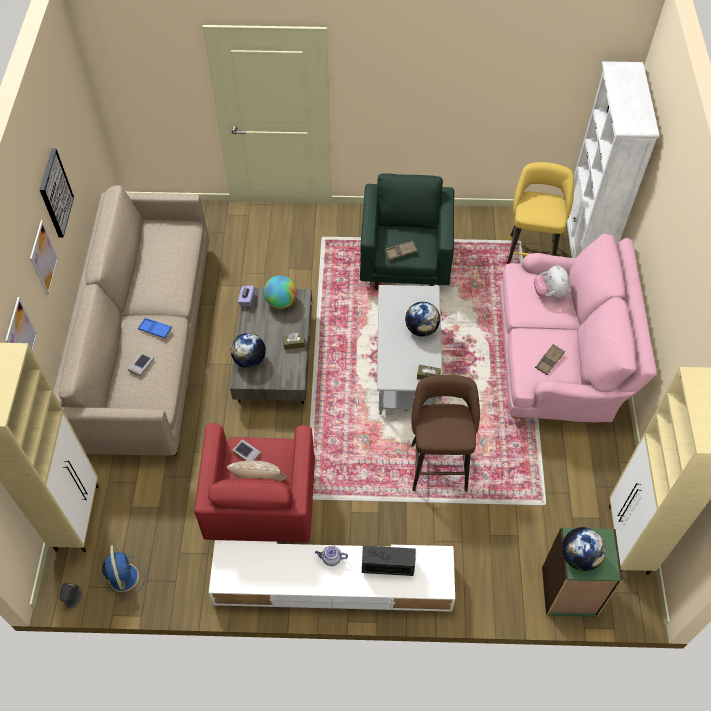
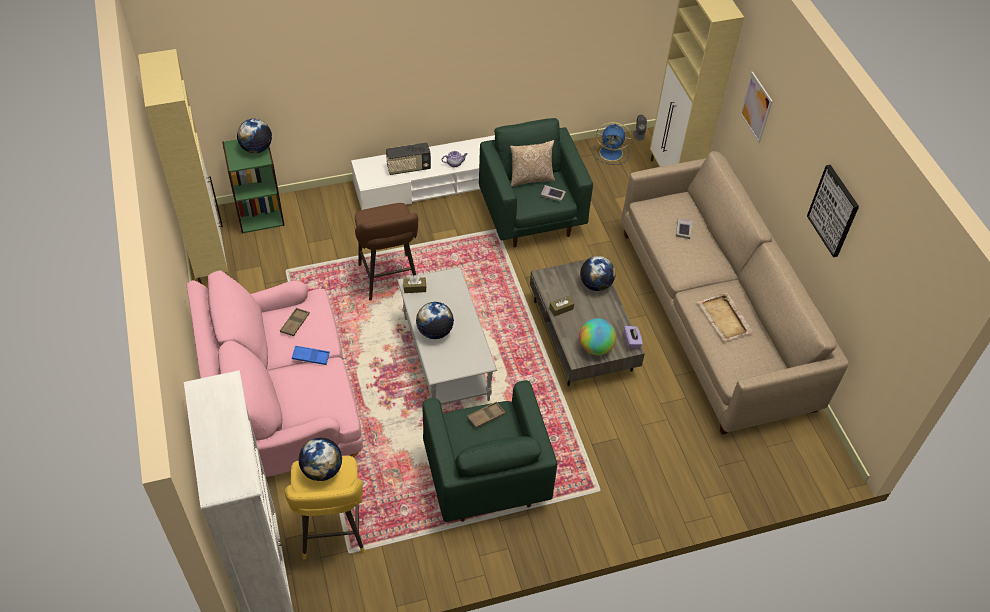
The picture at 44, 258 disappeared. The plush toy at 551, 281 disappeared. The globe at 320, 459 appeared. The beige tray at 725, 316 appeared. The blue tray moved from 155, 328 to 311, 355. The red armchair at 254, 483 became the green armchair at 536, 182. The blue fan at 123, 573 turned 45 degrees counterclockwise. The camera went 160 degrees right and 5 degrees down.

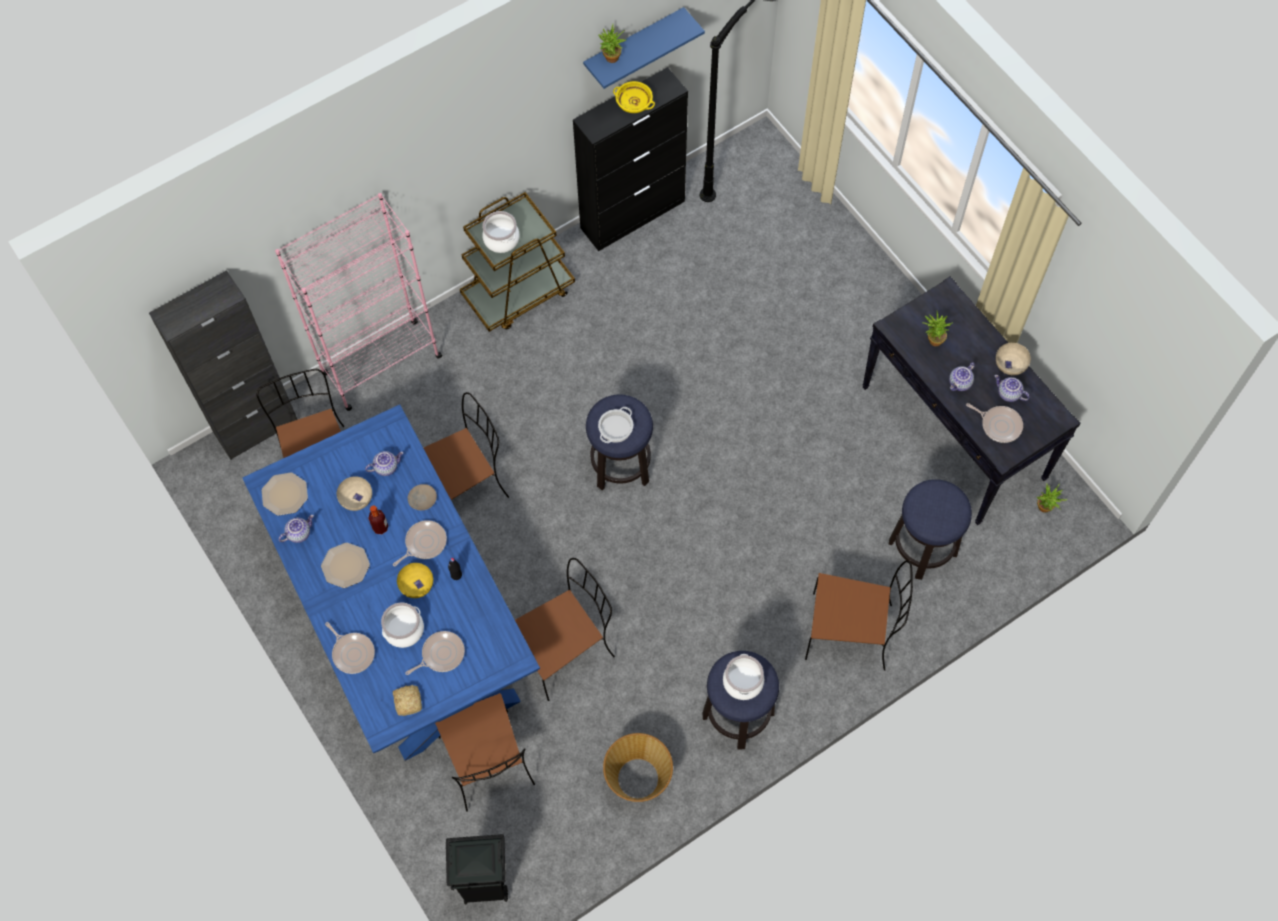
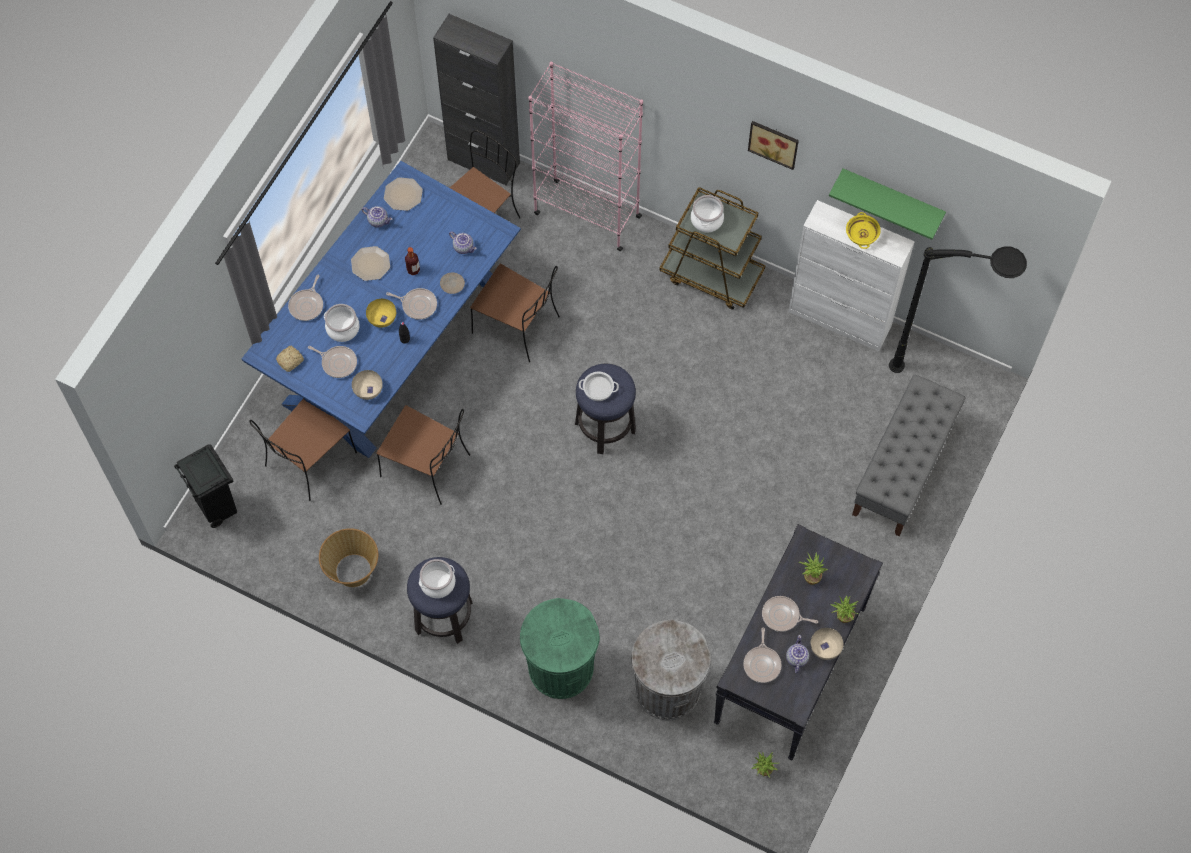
The picture at 773, 145 appeared. The grey bench at 909, 455 appeared. The beige bowl moved from 354, 493 to 367, 385. The potted plant moved from 612, 43 to 844, 609. The brown chair at 859, 615 was replaced by the green trash can at 560, 648. The stool at 930, 529 was replaced by the grey trash can at 671, 670. The teapot at 962, 376 was replaced by the frying pan at 790, 614. The black cabinet at 630, 159 became the white cabinet at 851, 275. The blue shelf at 644, 48 became the green shelf at 887, 204. The camera went 60 degrees right and 0 degrees up.

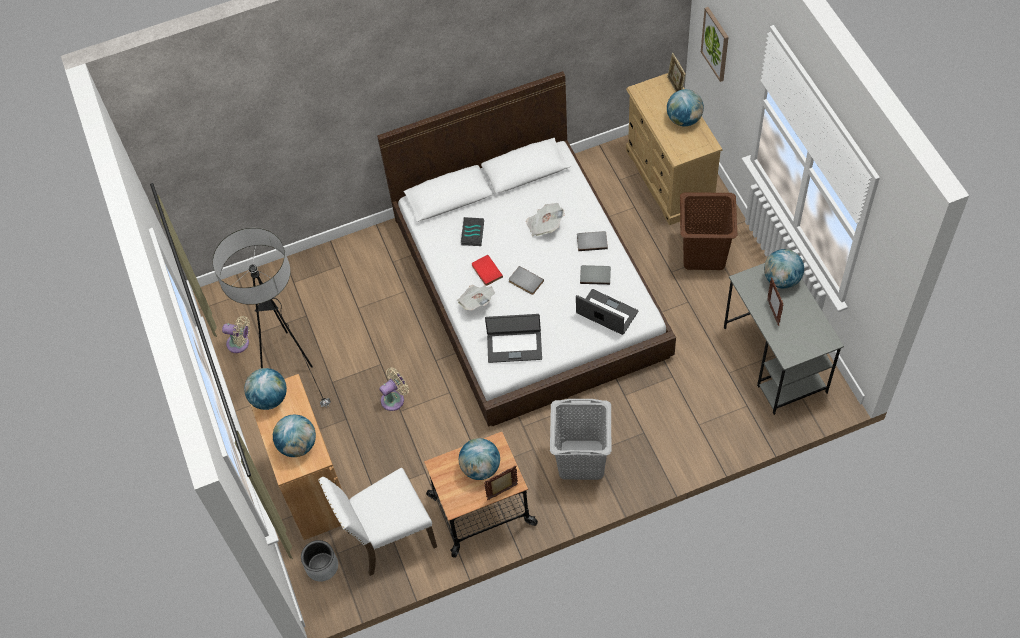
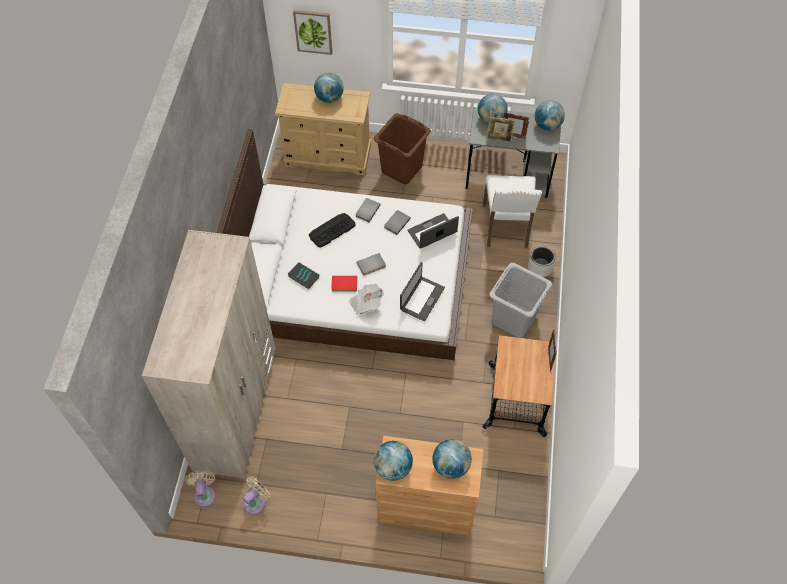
The floor lamp at 272, 318 disappeared. The beige wardrobe at 209, 354 appeared. The grey planter moved from 319, 561 to 541, 261. The white chair moved from 377, 522 to 512, 211. The beige fan moved from 394, 389 to 200, 488. The globe moved from 479, 459 to 550, 115. The picture frame moved from 676, 72 to 500, 129. The newspaper at 545, 219 was replaced by the keyboard at 332, 230. The camera went 65 degrees left and 0 degrees up.

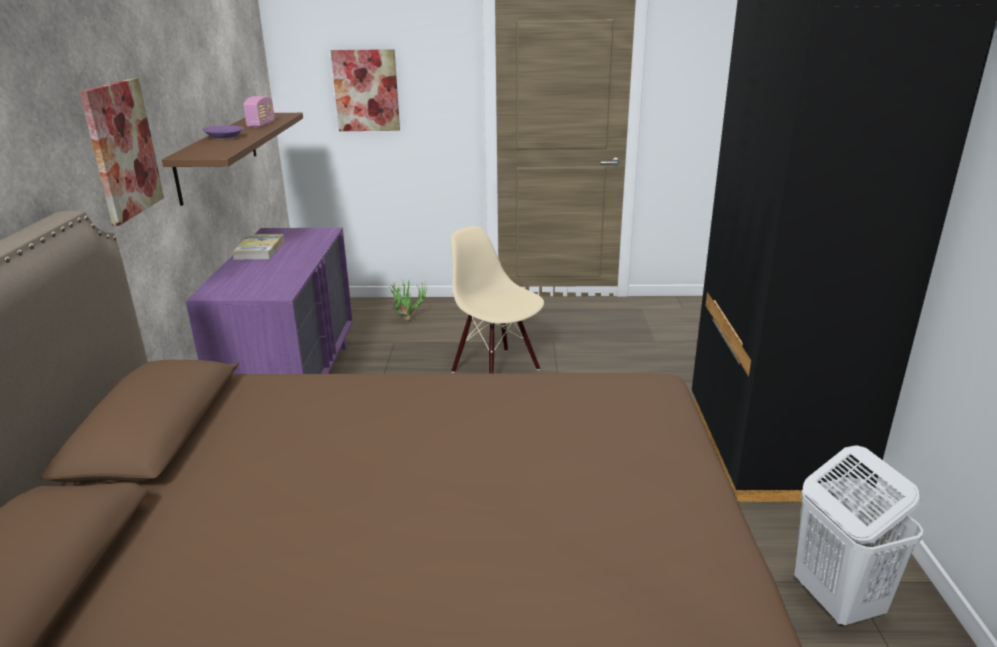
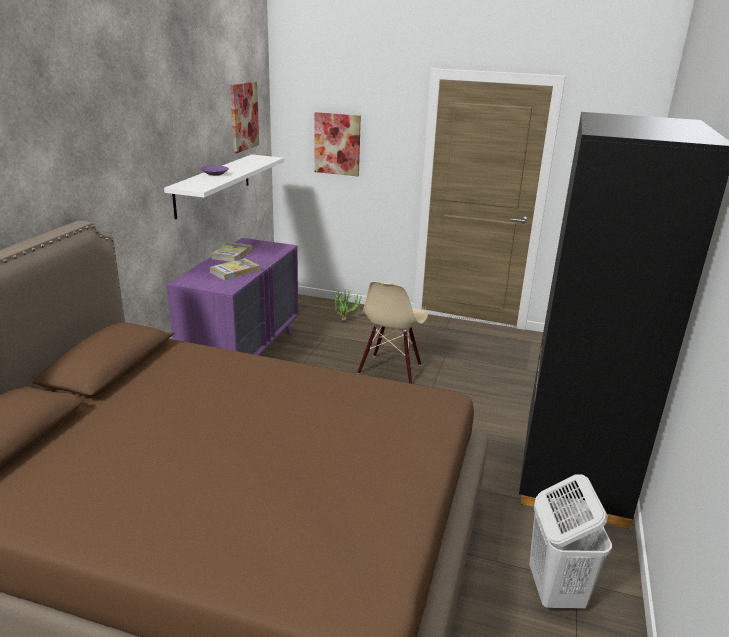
The radio at 259, 112 disappeared. The book at 235, 269 appeared. The picture moved from 121, 152 to 244, 117. The brown shelf at 232, 159 became the white shelf at 224, 186. The beige chair at 497, 299 turned 135 degrees counterclockwise. The camera went 15 degrees right and 0 degrees up.

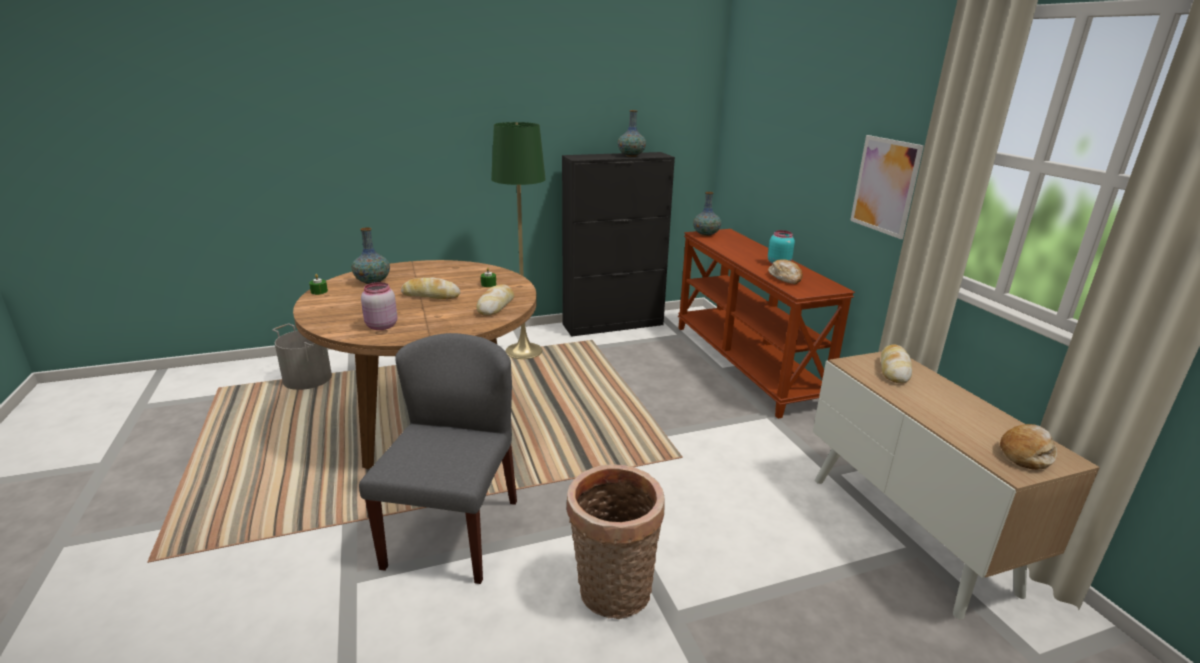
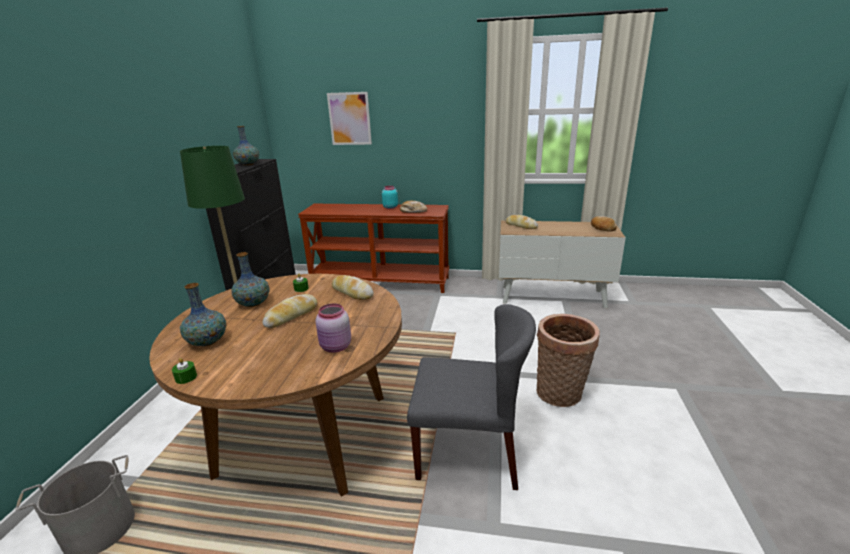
The vase moved from 707, 214 to 250, 279. The picture moved from 887, 187 to 349, 118. The grey chair at 438, 458 turned 150 degrees clockwise. The camera went 60 degrees left and 0 degrees up.

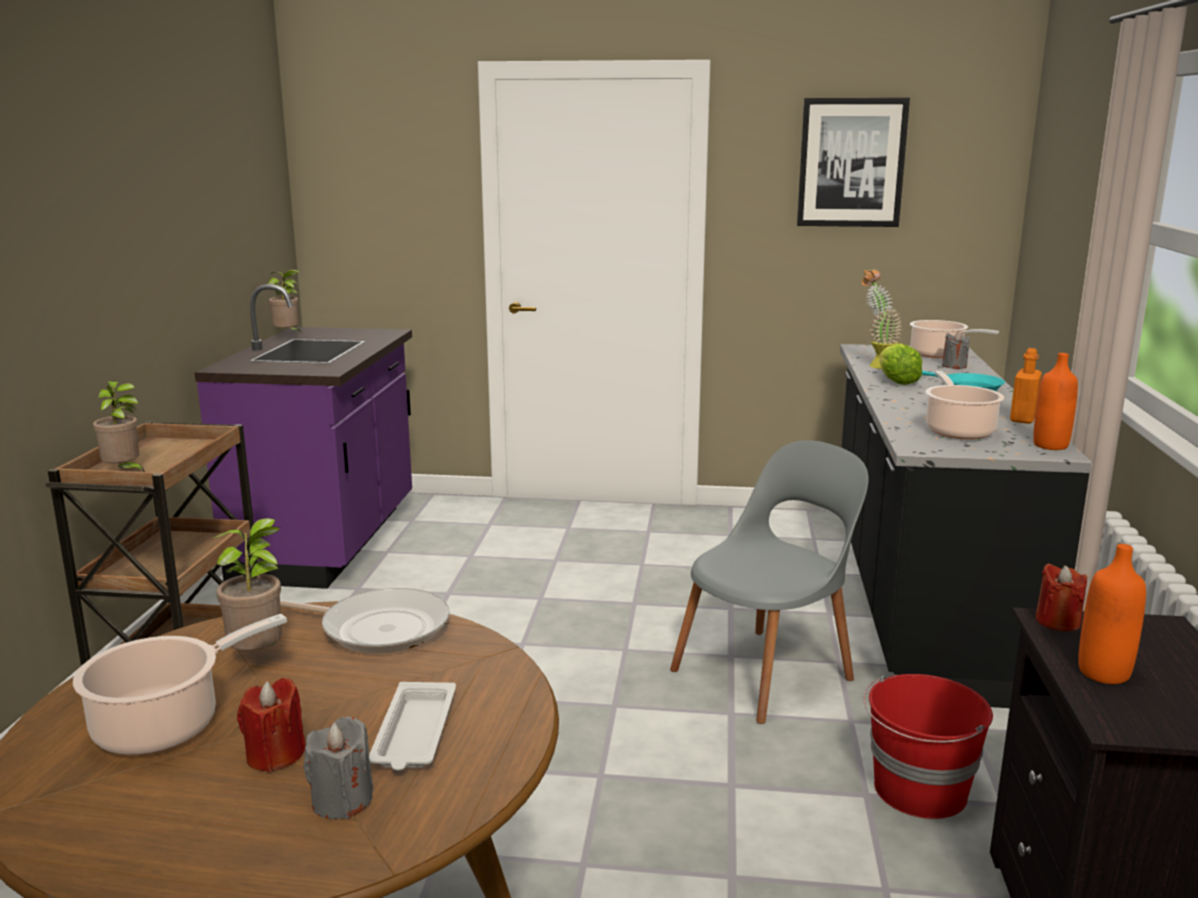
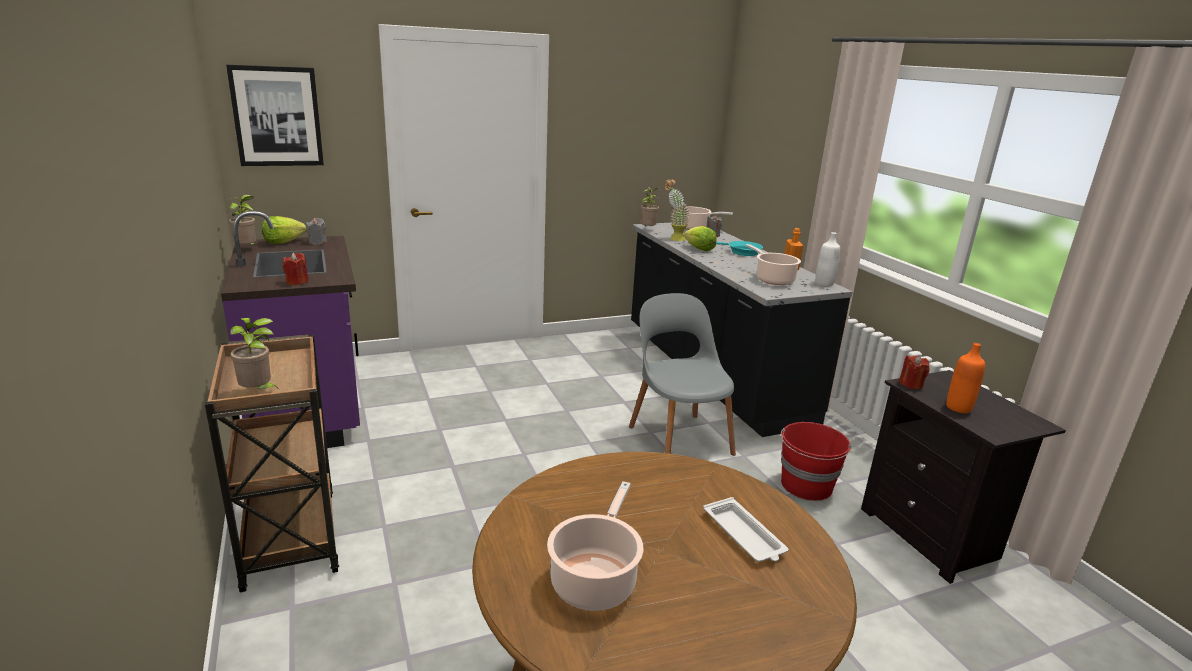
The frying pan at 365, 620 disappeared. The lettuce at 284, 230 appeared. The potted plant moved from 247, 584 to 650, 207. The red candle moved from 271, 725 to 295, 269. The grey candle moved from 338, 767 to 316, 231. The picture moved from 853, 162 to 275, 115. The orange bottle at 1055, 401 became the white bottle at 827, 259. The grey chair at 769, 582 turned 45 degrees counterclockwise. The camera went 30 degrees left and 5 degrees up.

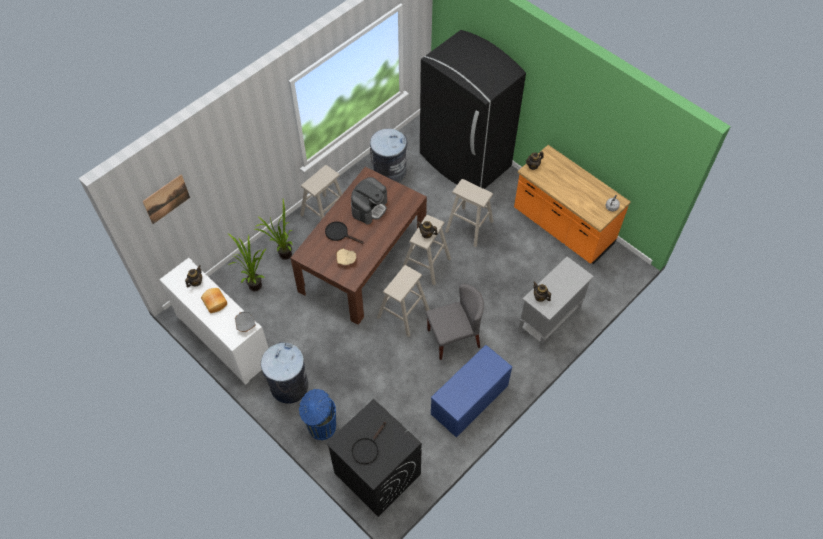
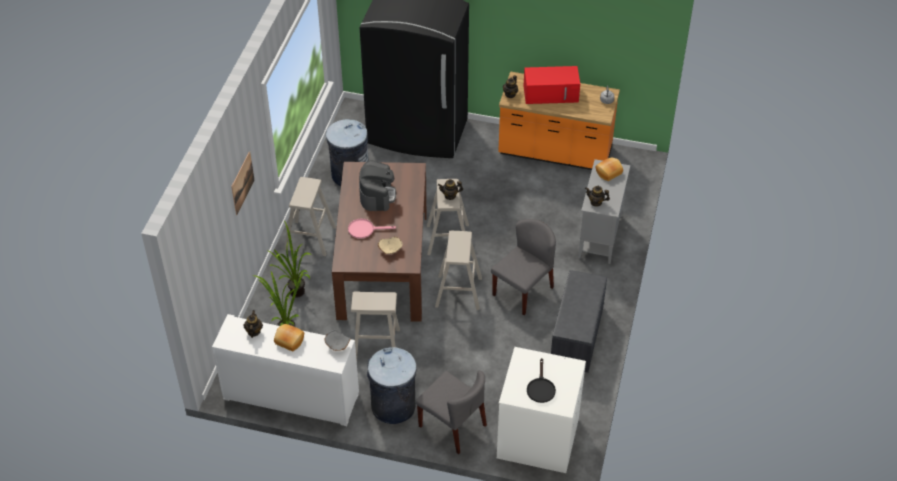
The red microwave at 552, 85 appeared. The bread at 609, 169 appeared. The picture moved from 166, 199 to 242, 183. The beige stool moved from 469, 213 to 375, 326. The blue trash can at 317, 414 was replaced by the grey chair at 451, 412. The black frying pan at 344, 232 became the pink frying pan at 372, 229. The black washing machine at 374, 458 became the white washing machine at 541, 410. The blue bench at 471, 391 became the grey bench at 579, 321. The camera went 30 degrees left and 10 degrees down.

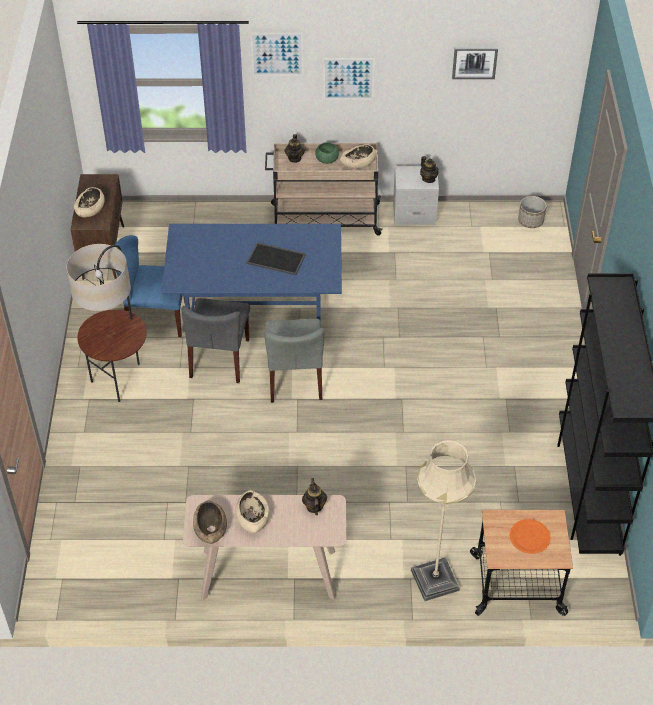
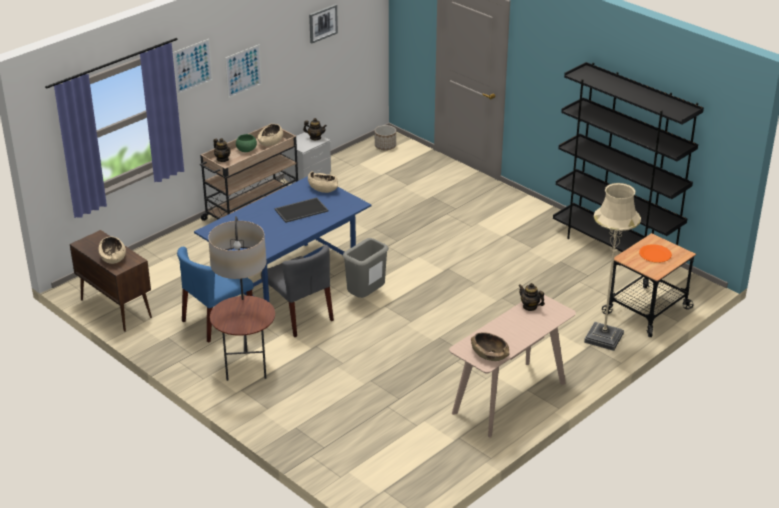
The beige bowl moved from 252, 511 to 323, 182. The grey chair at 294, 361 was replaced by the grey trash can at 366, 268. The camera went 45 degrees left and 15 degrees down.

